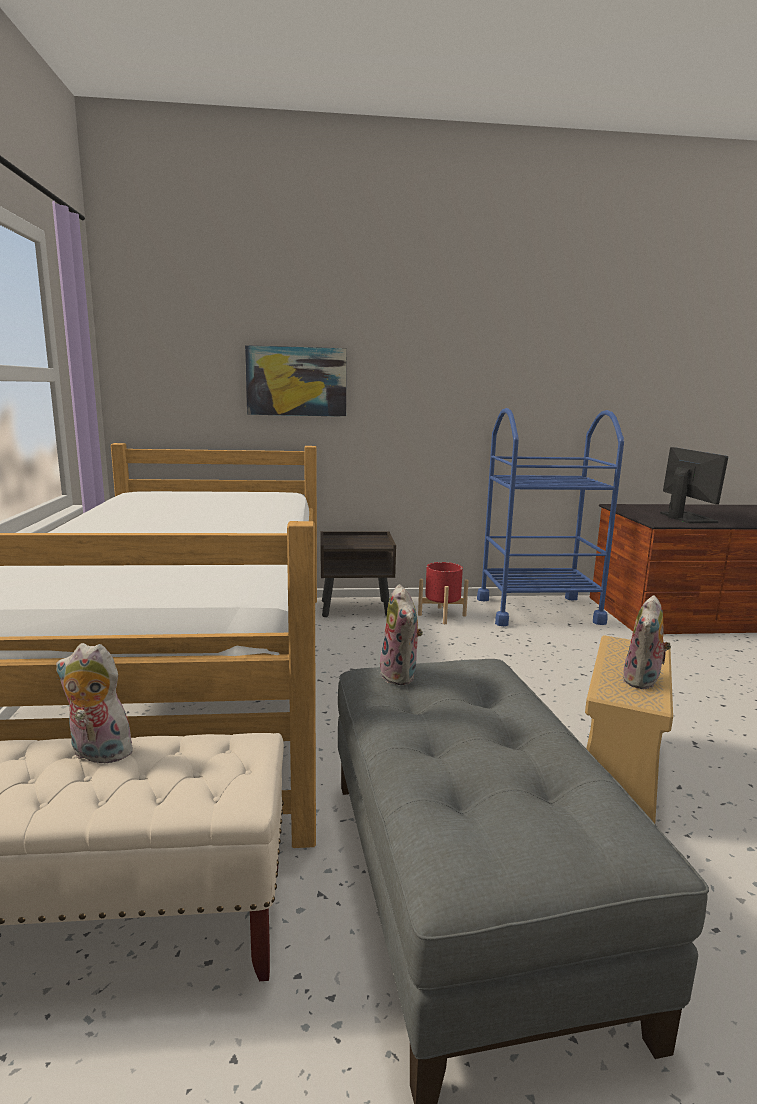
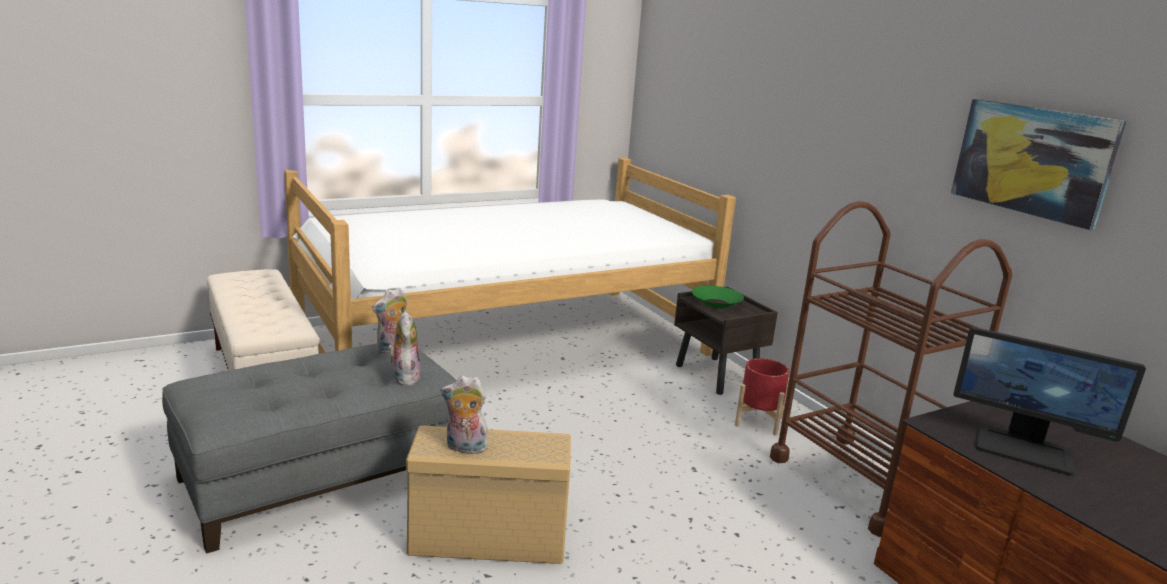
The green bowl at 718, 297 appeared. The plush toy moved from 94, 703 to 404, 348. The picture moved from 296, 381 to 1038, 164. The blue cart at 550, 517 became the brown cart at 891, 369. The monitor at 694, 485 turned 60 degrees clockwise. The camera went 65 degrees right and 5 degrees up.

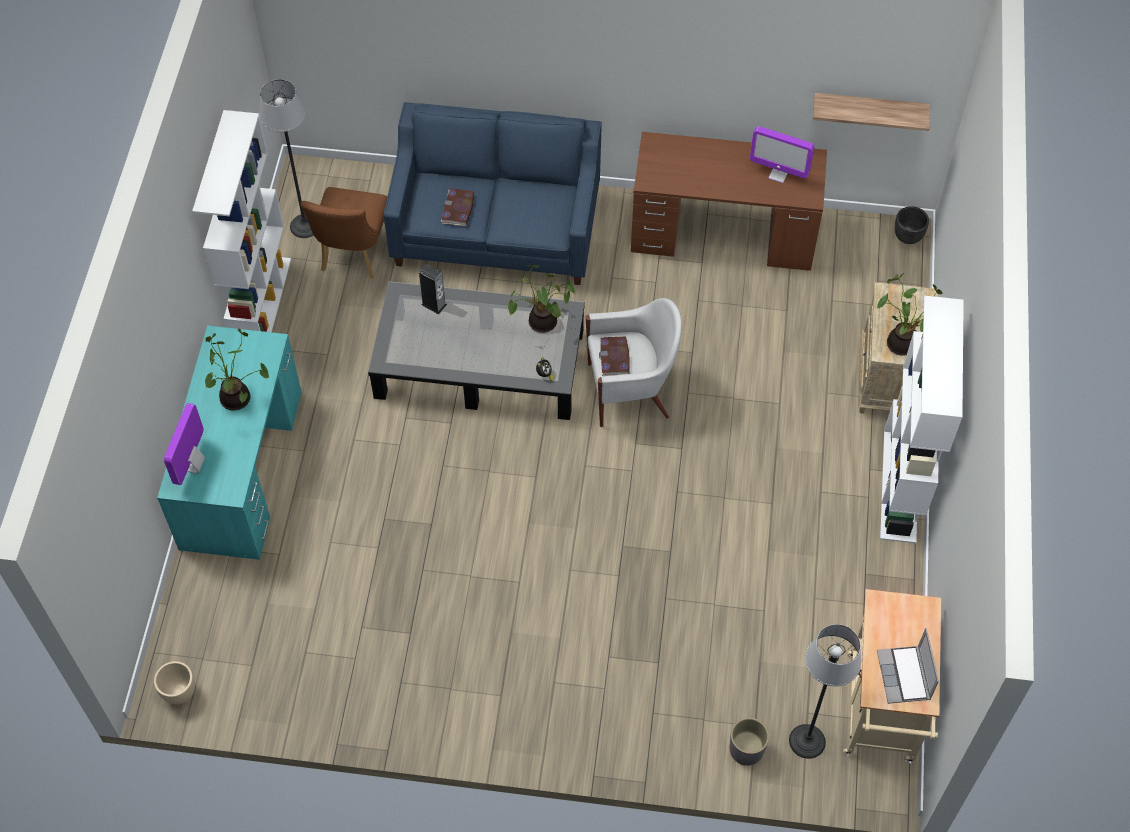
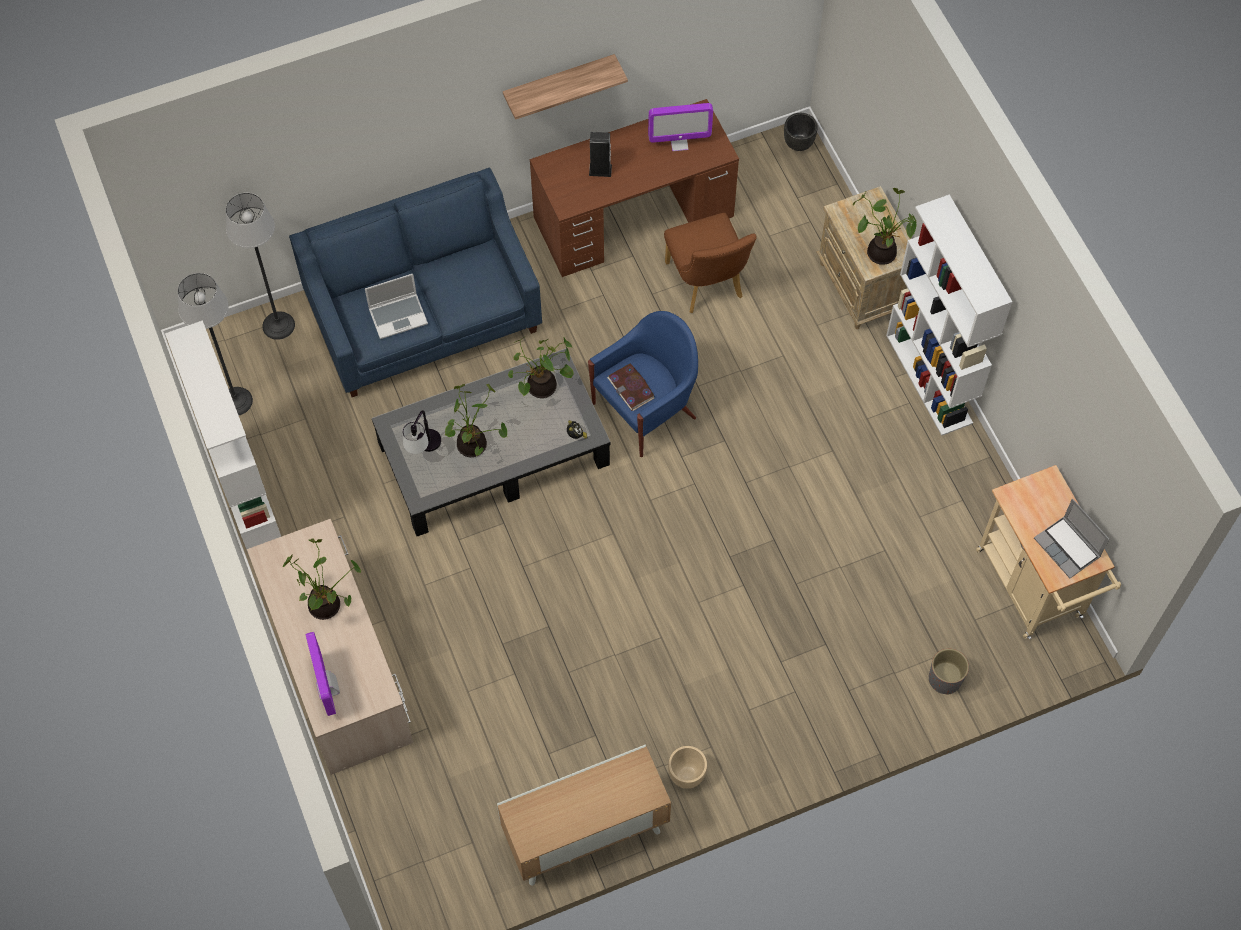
The table lamp at 422, 432 appeared. The potted plant at 476, 420 appeared. The cabinet at 584, 815 appeared. The beige planter moved from 174, 682 to 687, 767. The brown chair moved from 343, 233 to 710, 263. The speaker moved from 433, 289 to 600, 154. The floor lamp moved from 825, 691 to 260, 266. The shelf moved from 871, 112 to 565, 87. The book at 457, 207 was replaced by the laptop at 396, 306. The turquoise desk at 229, 442 became the beige desk at 330, 647. The white armchair at 634, 362 became the blue armchair at 643, 384. The camera went 30 degrees left and 5 degrees up.

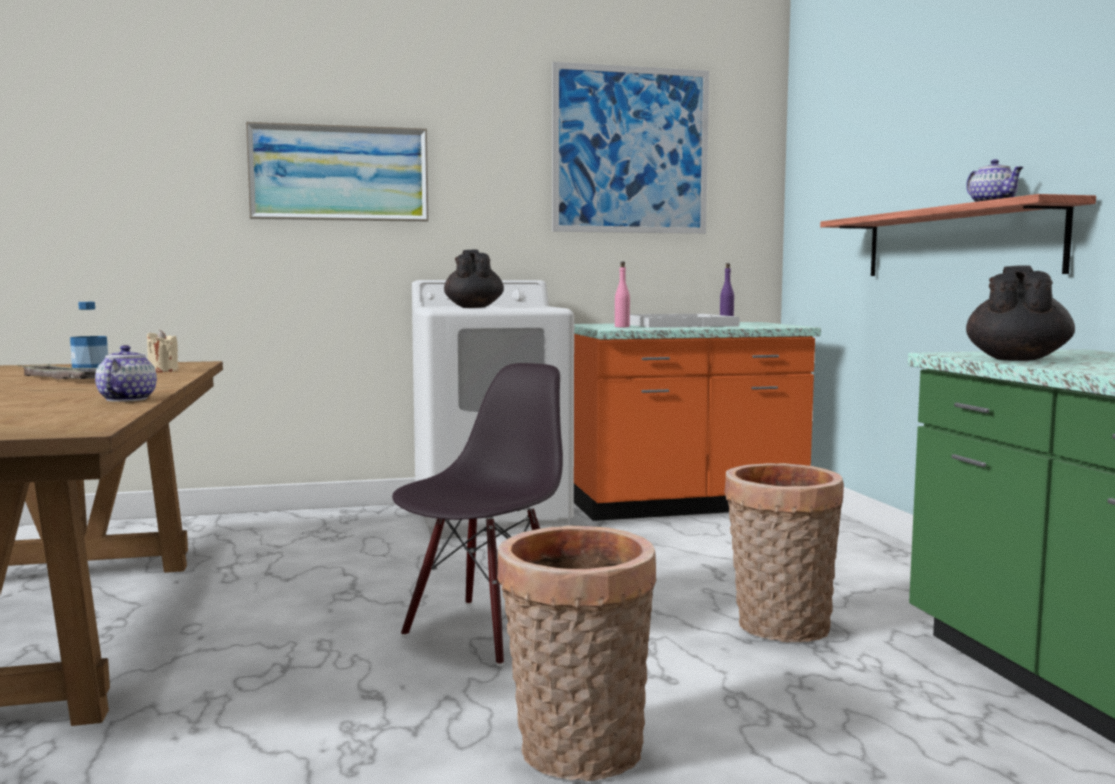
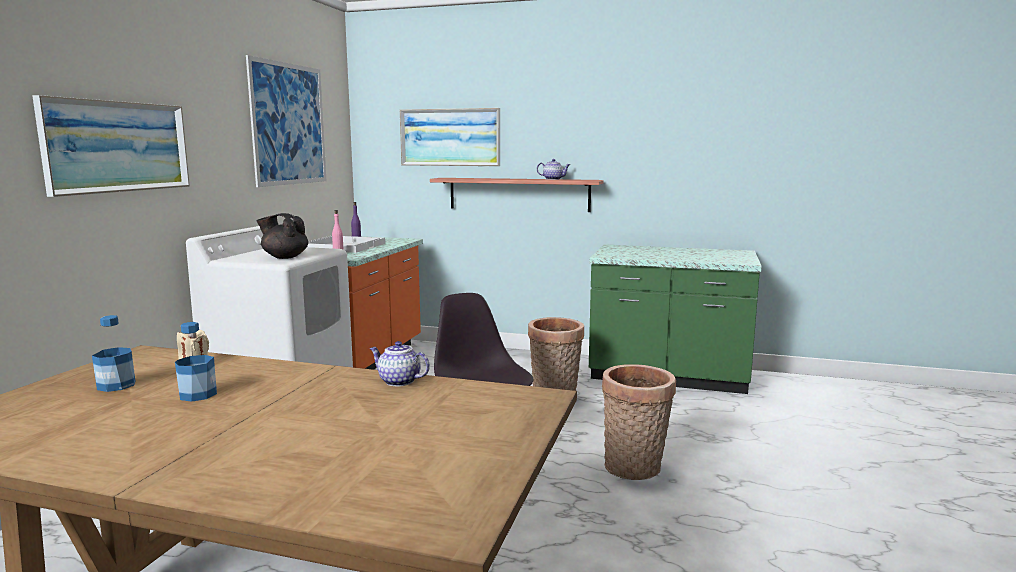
The black teapot at 1020, 313 disappeared. The picture at 450, 137 appeared. The tray at 57, 371 was replaced by the bottle at 196, 362. The camera went 60 degrees left and 5 degrees up.

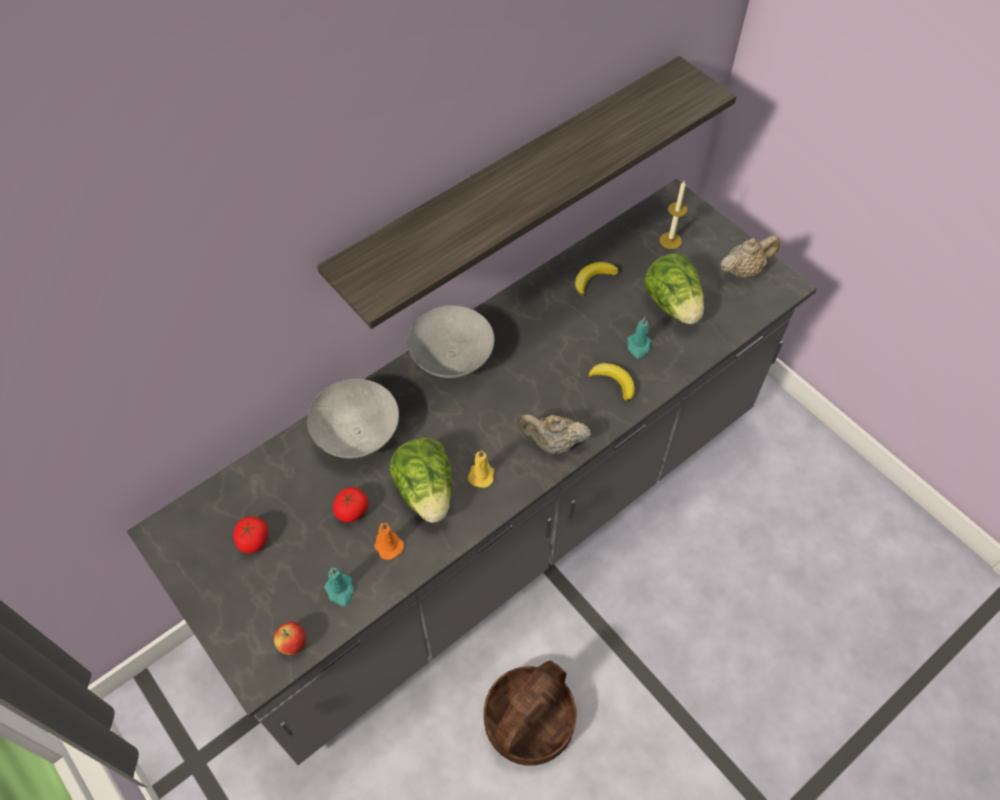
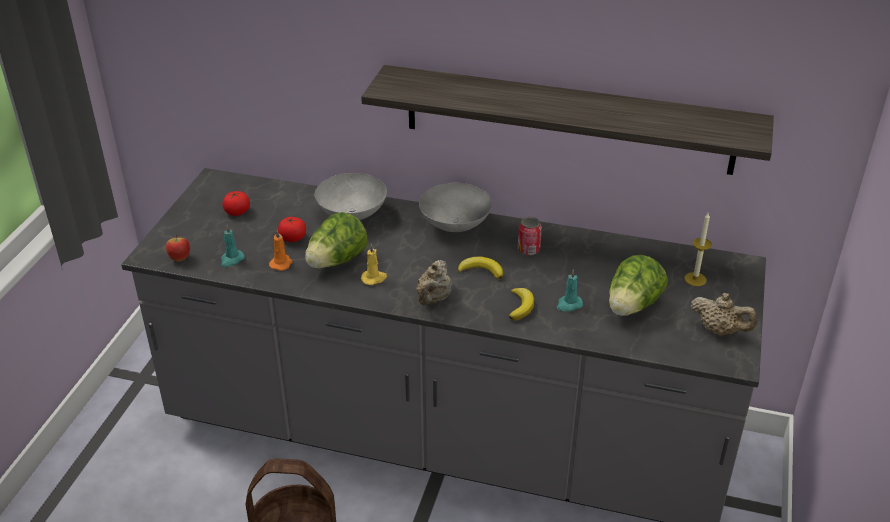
The can at 530, 236 appeared. The banana moved from 597, 279 to 480, 268. The beige teapot at 554, 434 turned 135 degrees counterclockwise. The camera went 55 degrees right and 20 degrees down.

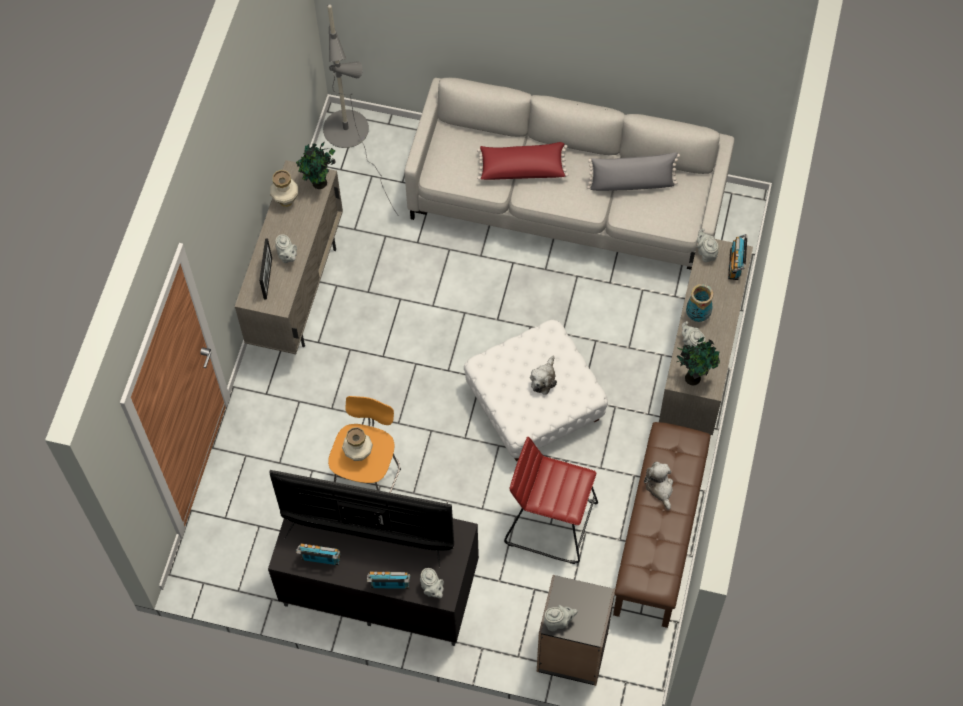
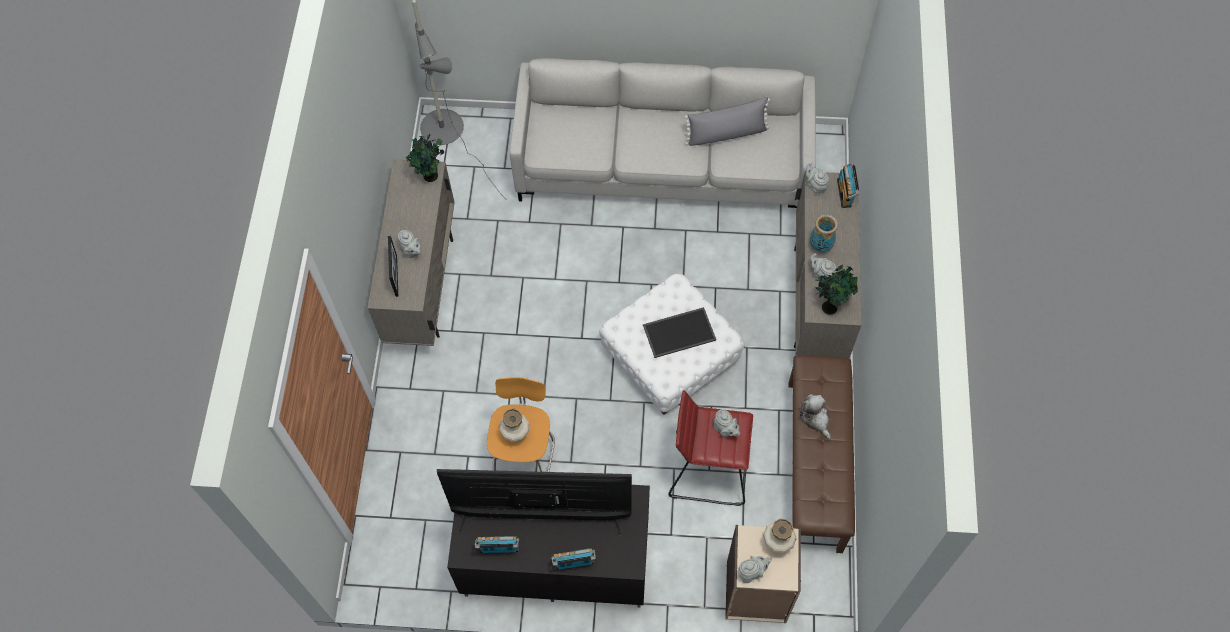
The red pillow at 523, 161 disappeared. The vase moved from 284, 188 to 780, 535. The grey teapot moved from 432, 583 to 727, 423. The plush toy at 543, 375 was replaced by the tray at 679, 332. The black bookcase at 576, 630 became the beige bookcase at 763, 574. The camera went 10 degrees left and 0 degrees up.

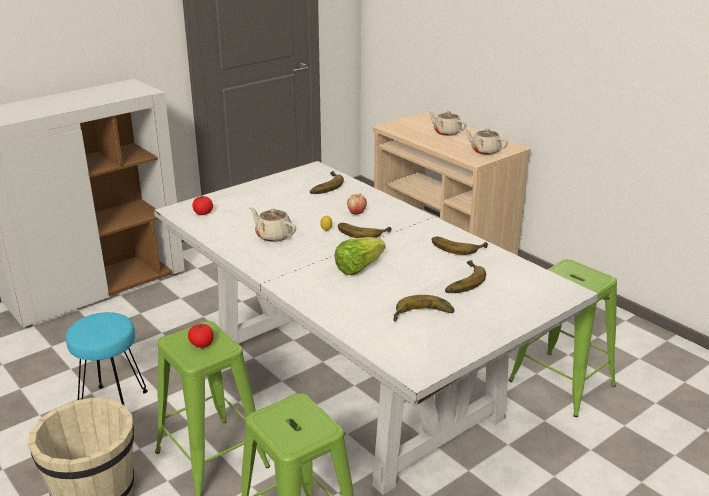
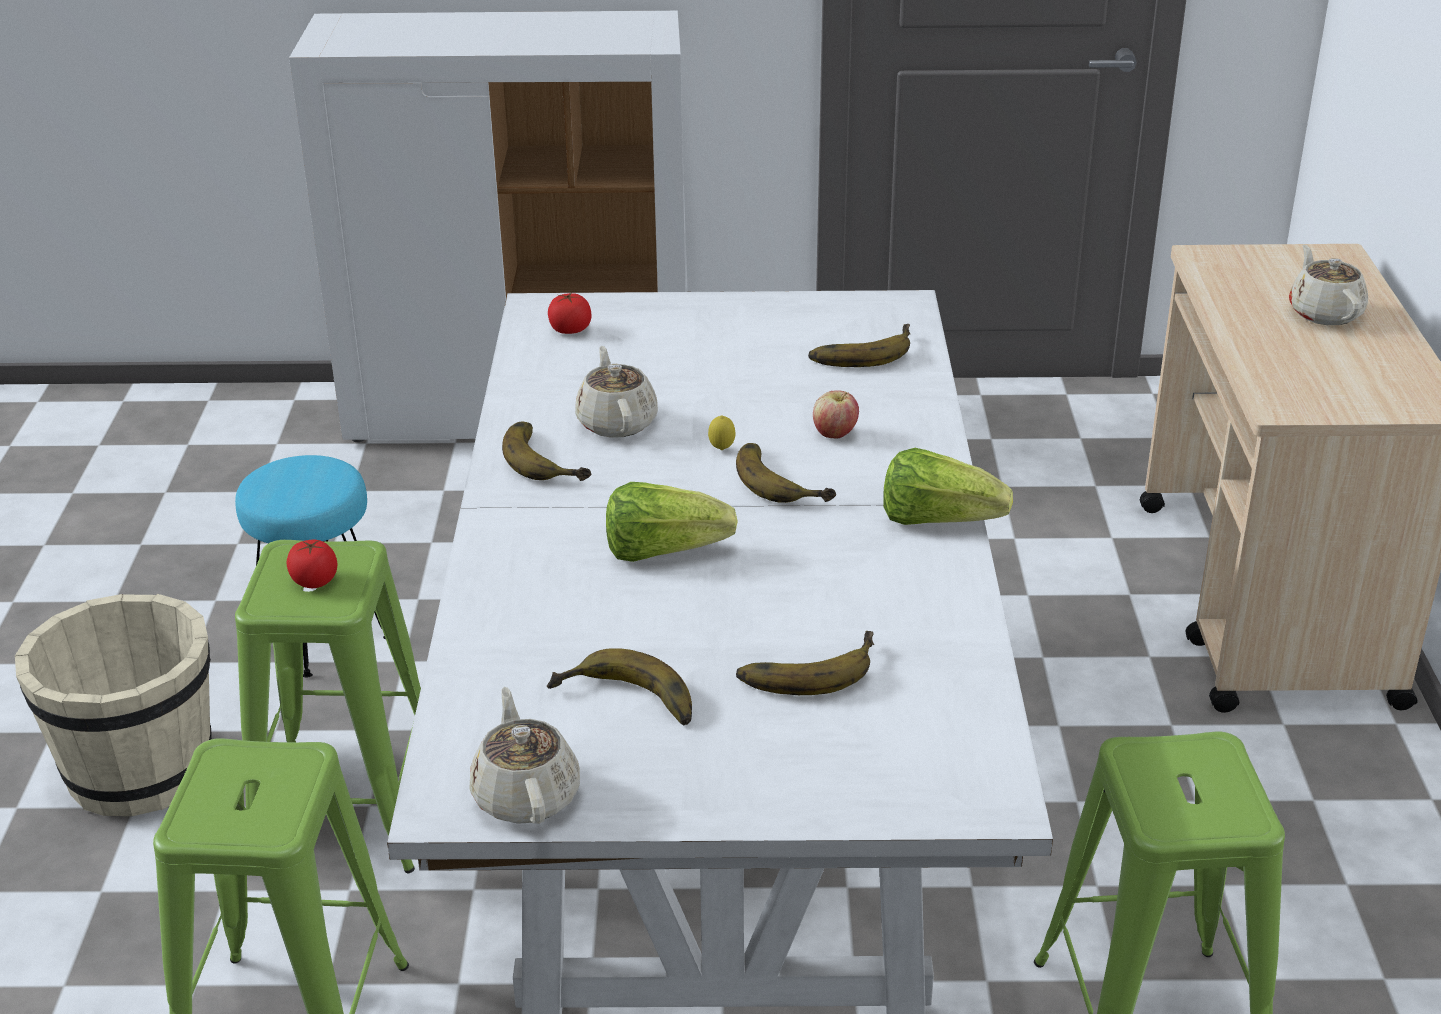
The lettuce at 948, 486 appeared. The banana moved from 459, 246 to 546, 451. The beige teapot moved from 486, 142 to 524, 755. The camera went 40 degrees right and 5 degrees up.

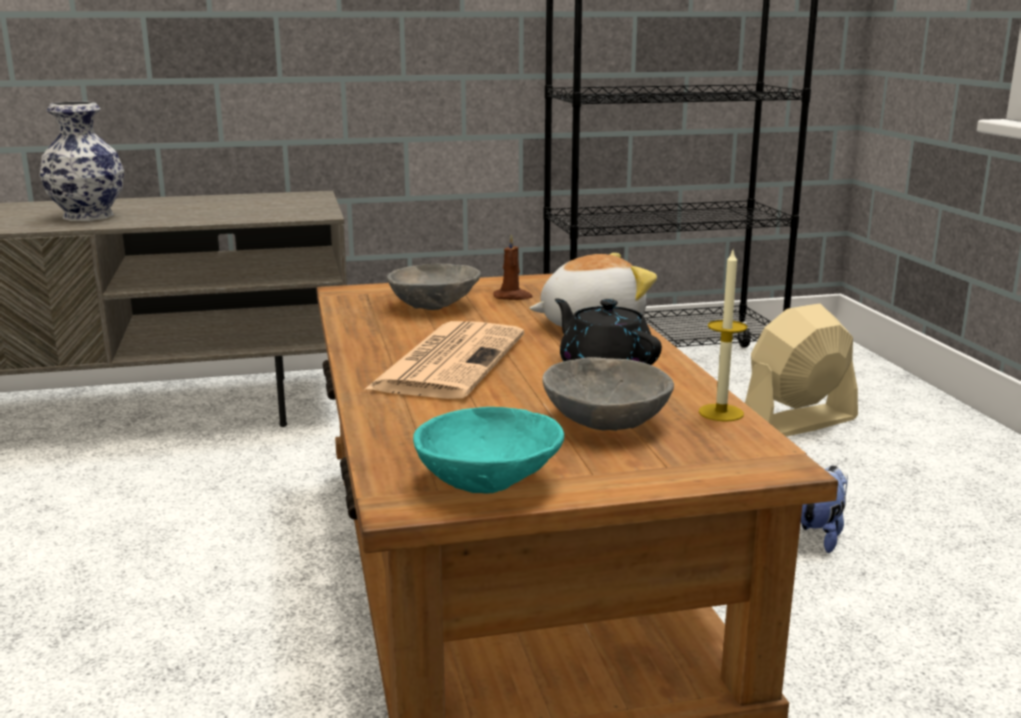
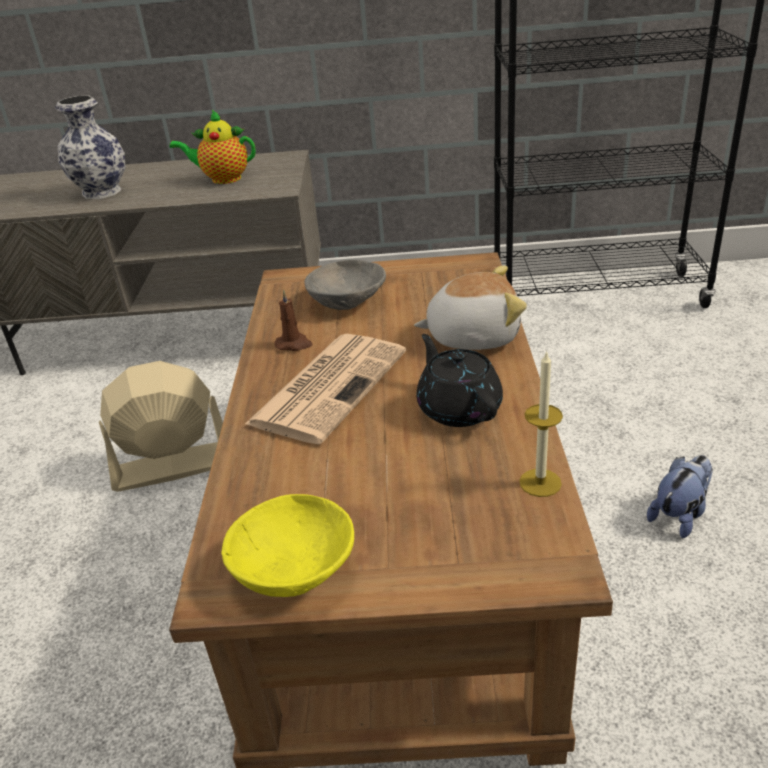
The grey bowl at 608, 394 disappeared. The teapot at 212, 146 appeared. The brown candle moved from 513, 267 to 293, 320. The beige fan moved from 801, 370 to 161, 426. The turquoise bowl at 488, 450 became the yellow bowl at 288, 545. The camera went 15 degrees right and 15 degrees up.

